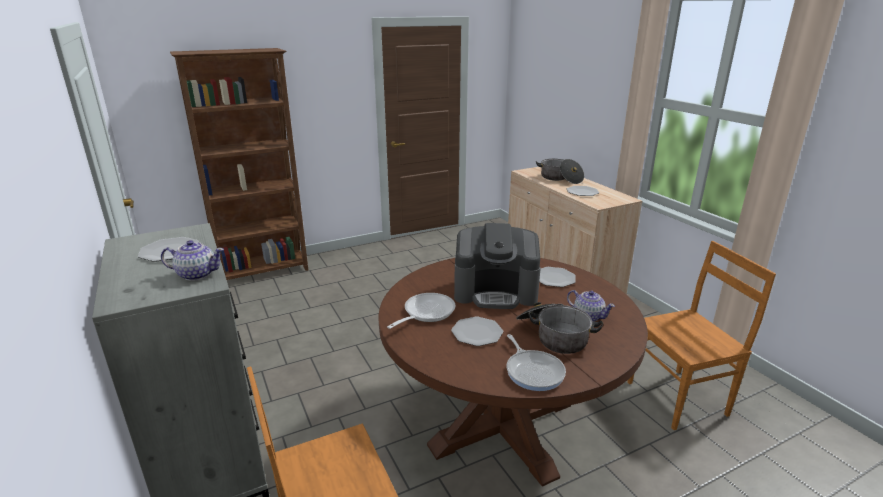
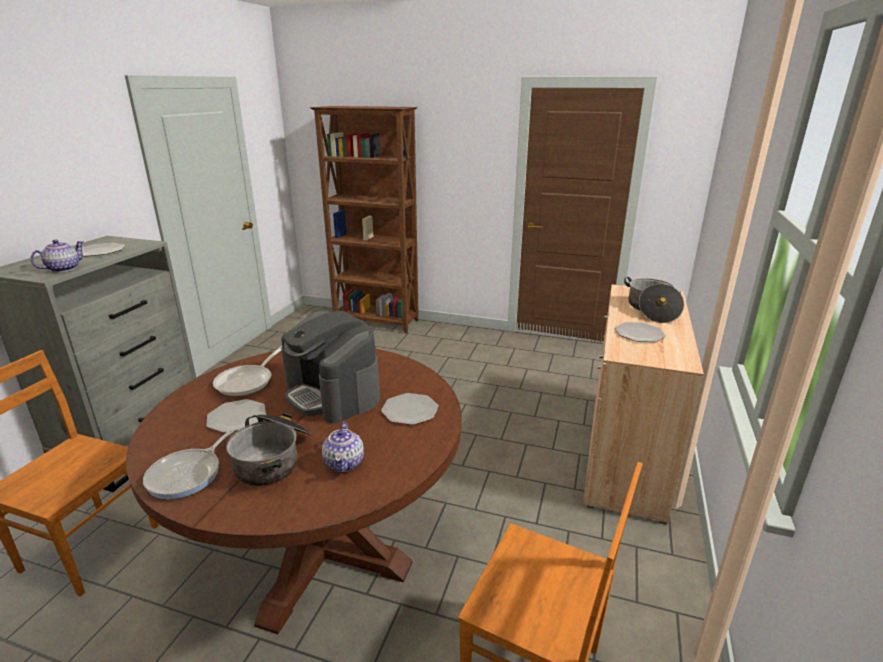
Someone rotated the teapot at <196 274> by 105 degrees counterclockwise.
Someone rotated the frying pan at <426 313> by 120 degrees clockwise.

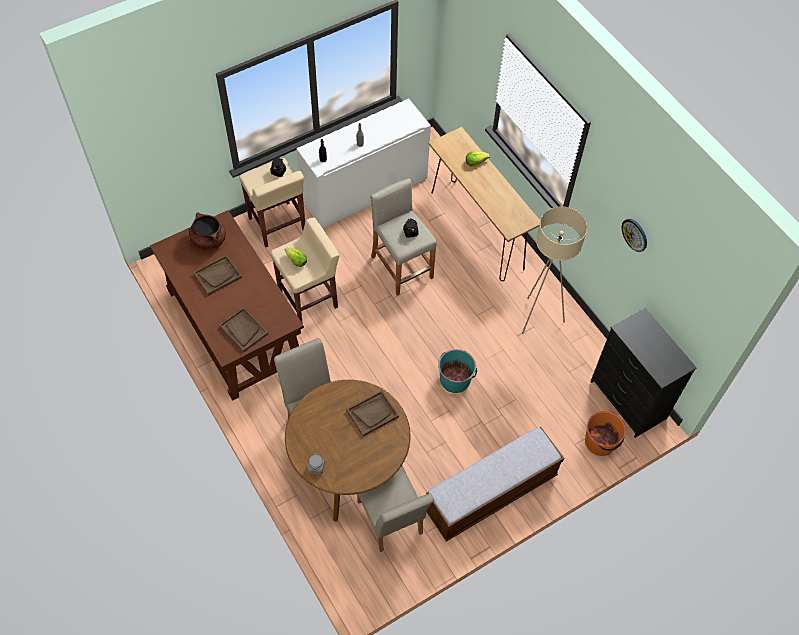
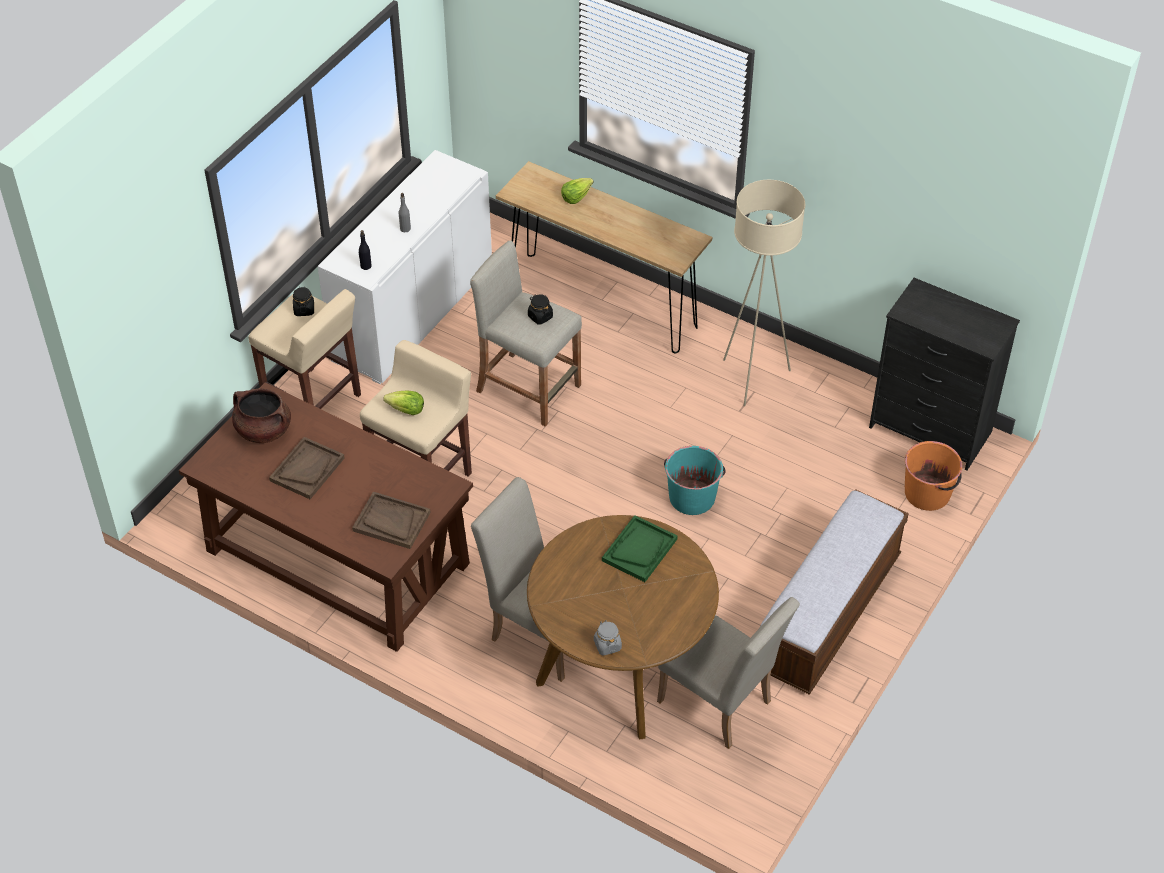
Someone took away the wall clock at <635 234>.
Someone repainted the brown tray at <372 413>, which became the green tray at <639 550>.

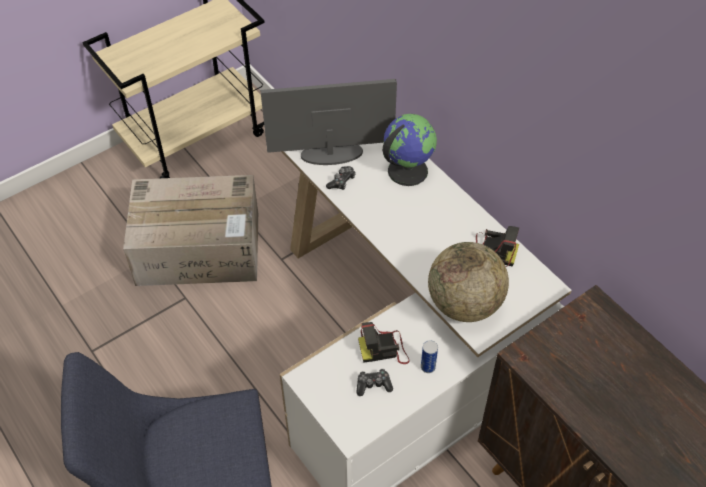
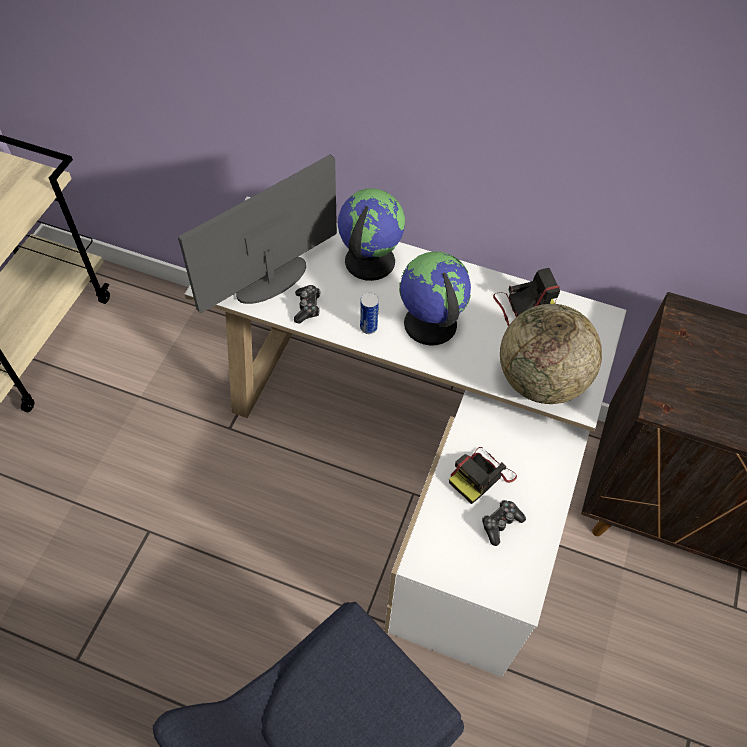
Someone took away the cardboard box at <200 248>.
Someone carried the can from <428 367> to <368 327>.
Someone put down the globe at <429 324>.

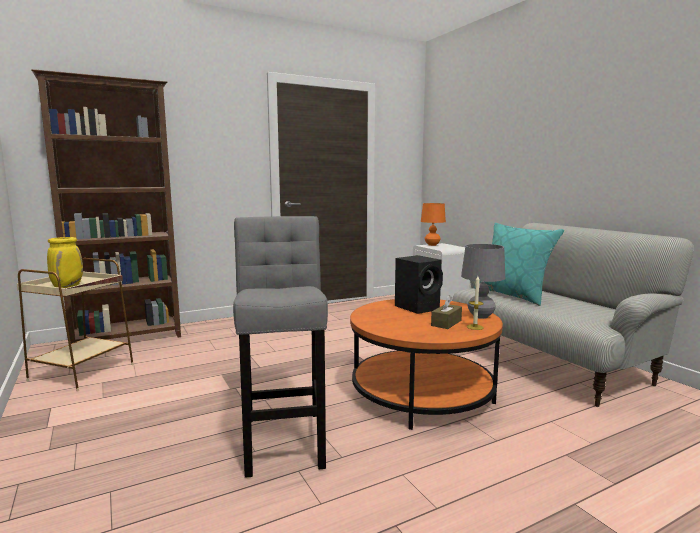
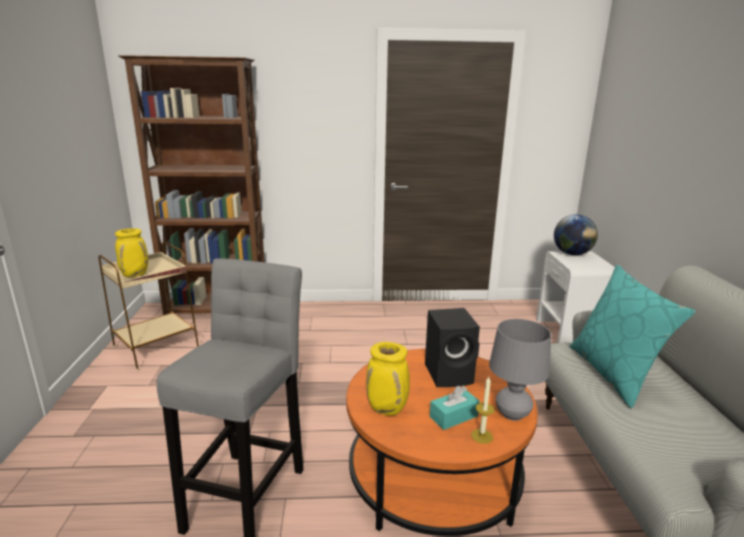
Someone swapped the orange table lamp at <432 245> for the globe at <572 254>.
Someone repainted the brown tissue box at <446 323>, which became the turquoise tissue box at <453 416>.
Someone put down the yellow vase at <388 409>.

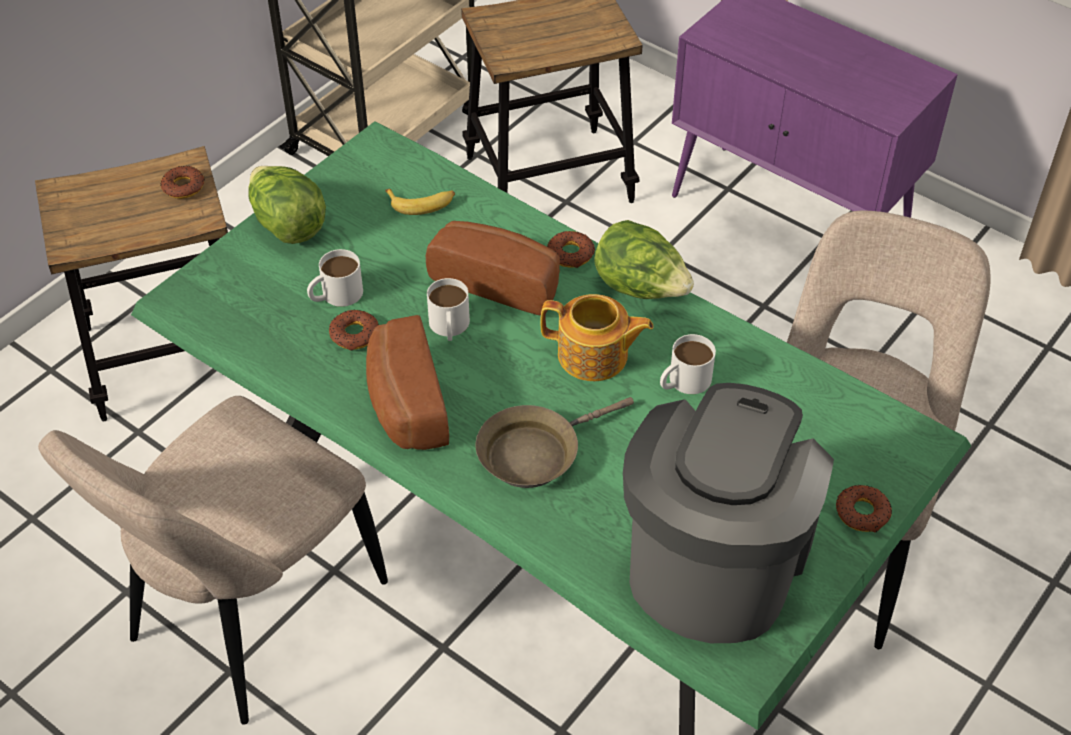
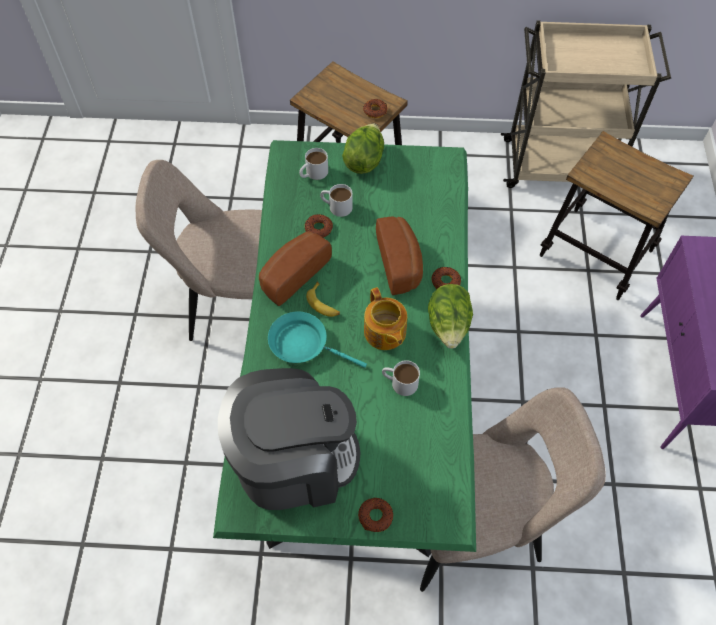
Someone carried the banana from <422 203> to <324 304>.
Someone carried the white mug from <449 327> to <313 173>.
Someone repainted the brown frying pan at <535 452>, which became the turquoise frying pan at <303 344>.

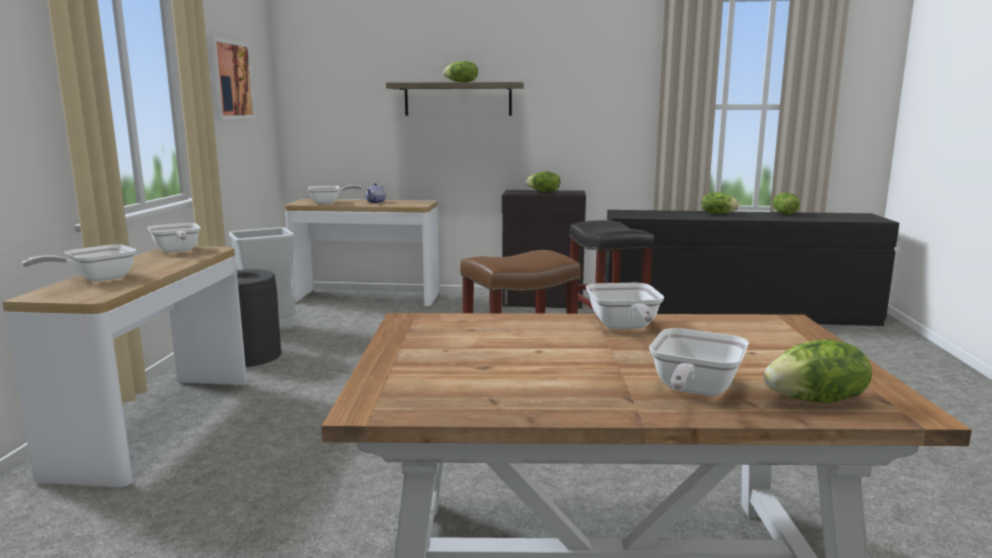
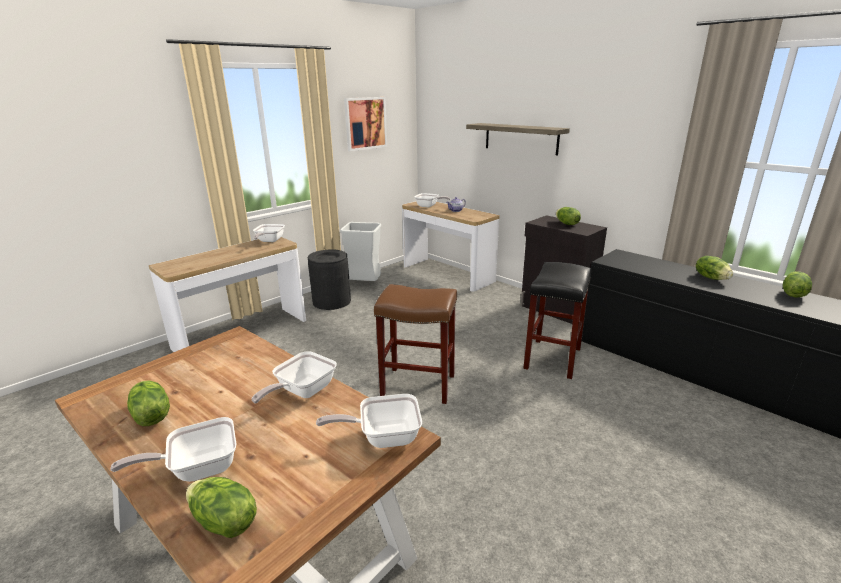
Someone carried the lettuce from <461 82> to <151 416>.
Someone carried the frying pan from <96 279> to <383 437>.

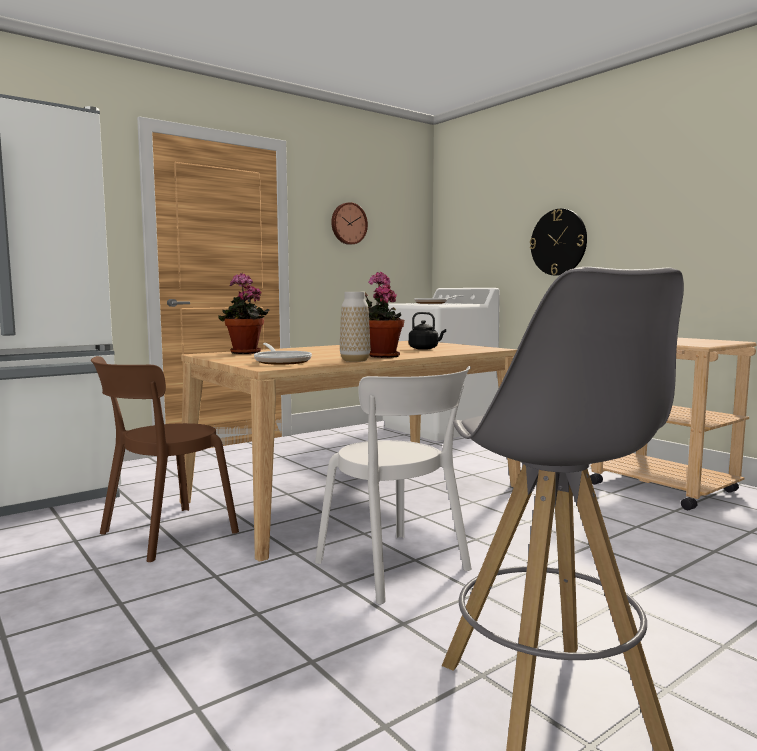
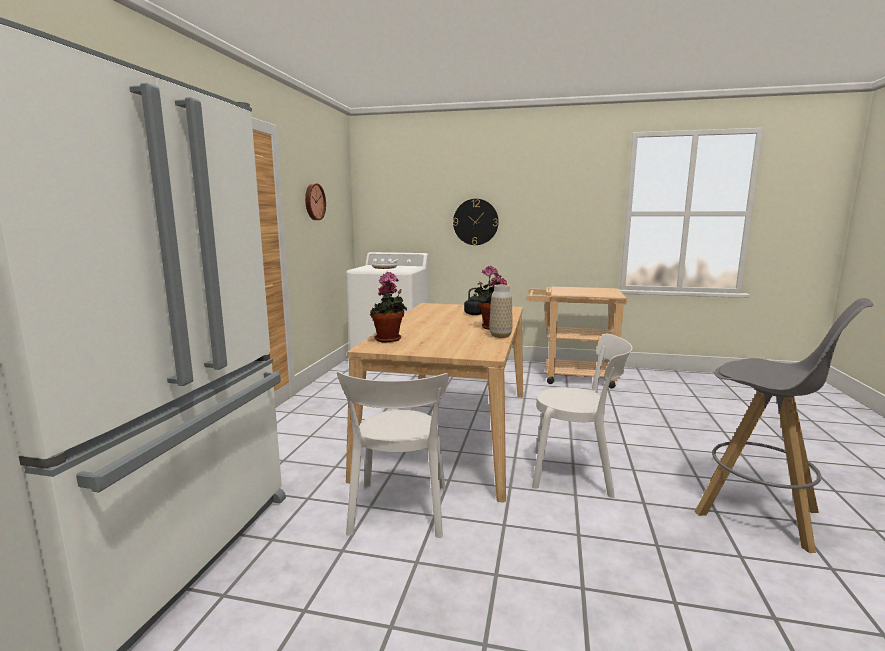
Someone took away the frying pan at <281 361>.
Someone repainted the brown chair at <163 534>, which became the white chair at <399 513>.

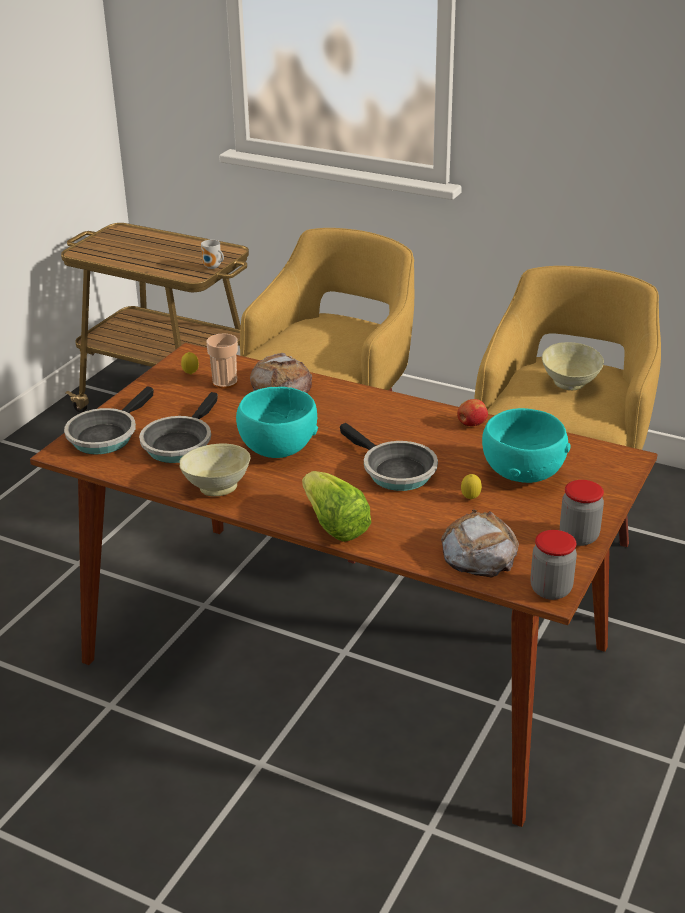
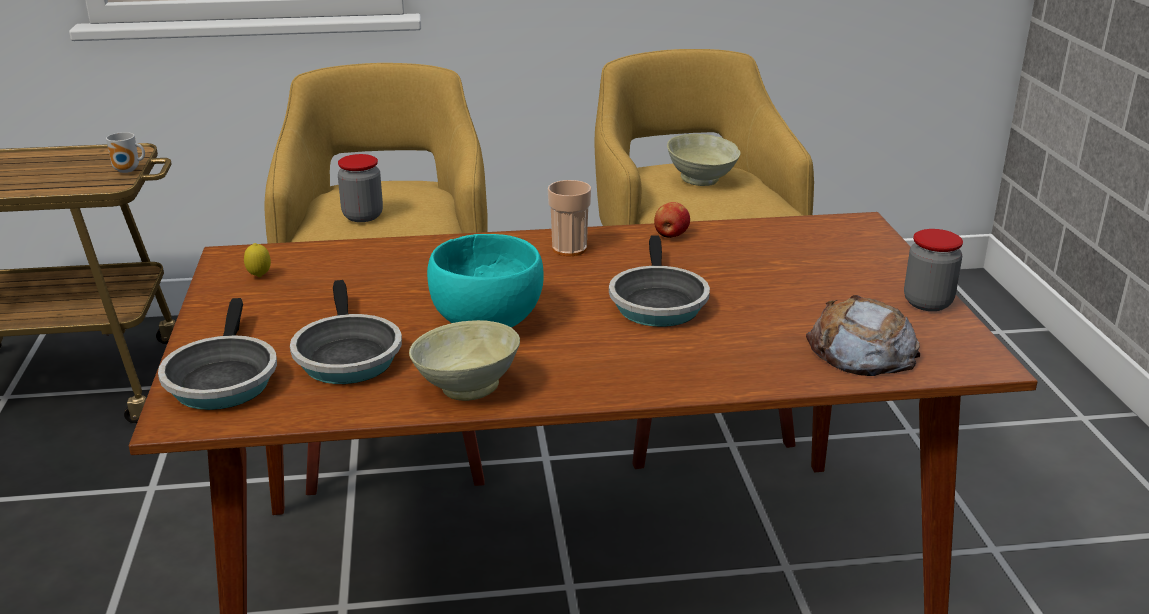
Someone carried the cup from <225 382> to <569 249>.
Someone took away the bread at <281 386>.
Someone took away the turquoise bowl at <522 472>.
Someone rotated the frying pan at <394 471> by 75 degrees clockwise.
Someone took away the lettuce at <334 525>.
Someone took away the lemon at <470 499>.
Someone carried the jar from <551 589> to <362 216>.

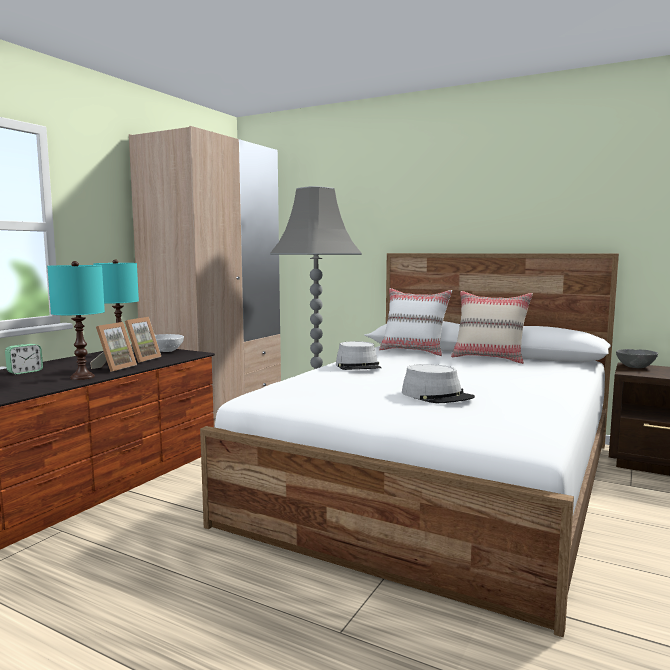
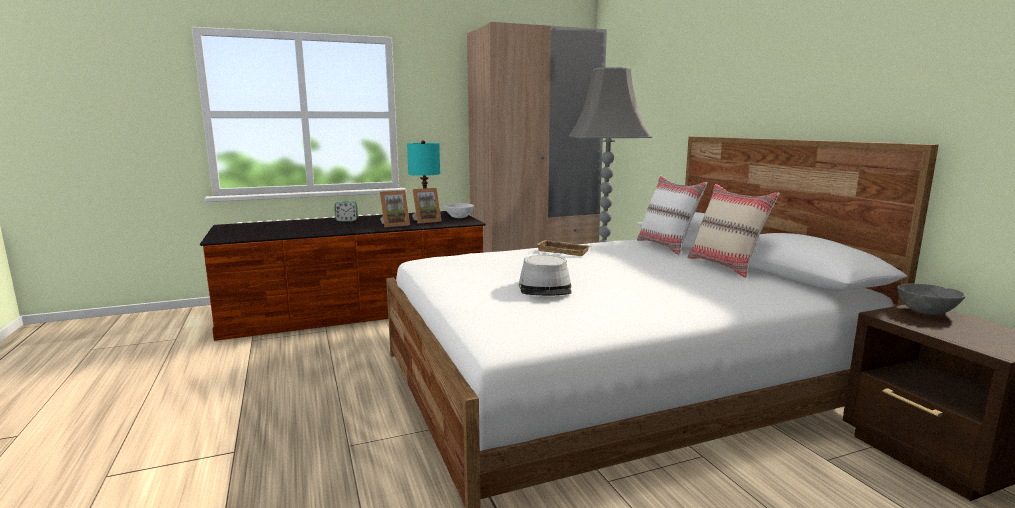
Someone took away the turquoise table lamp at <82 377>.
Someone swapped the grey hat at <358 366> for the beige tray at <564 251>.

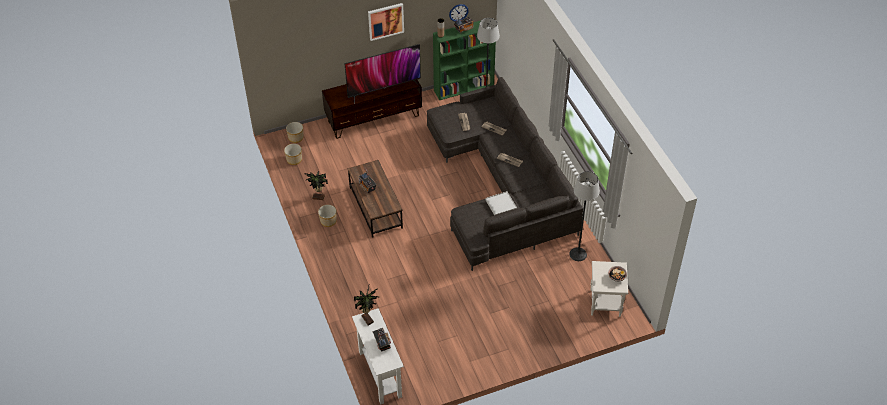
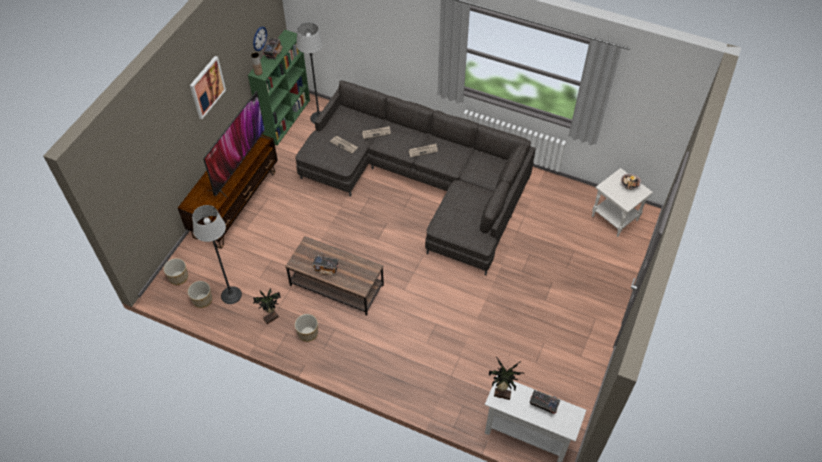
Someone carried the floor lamp from <578 254> to <231 295>.
Someone took away the white tray at <501 205>.

